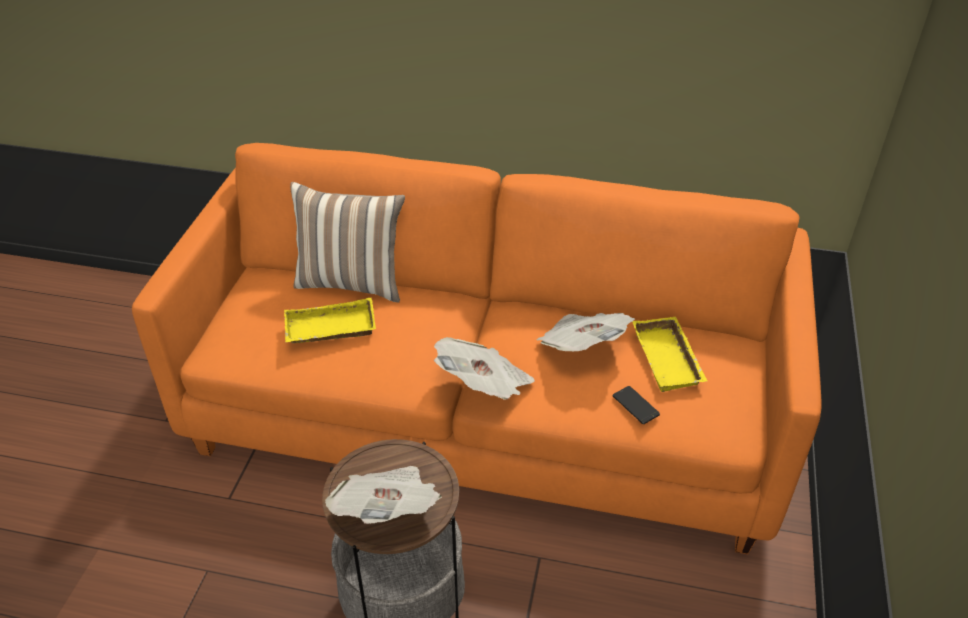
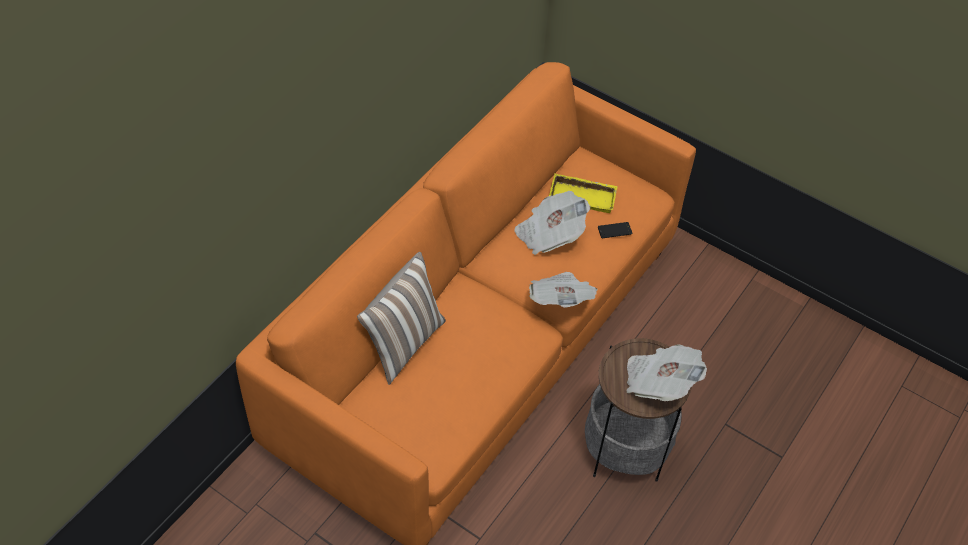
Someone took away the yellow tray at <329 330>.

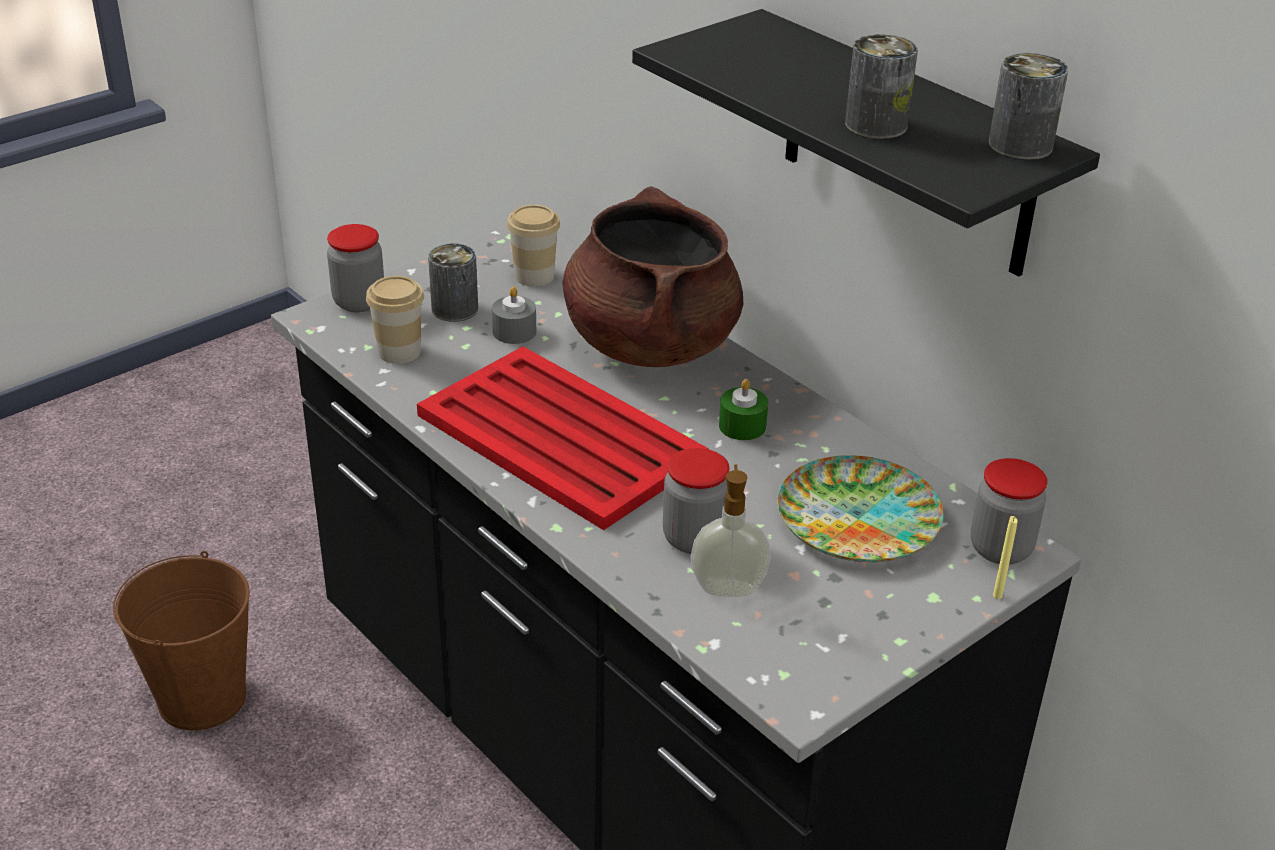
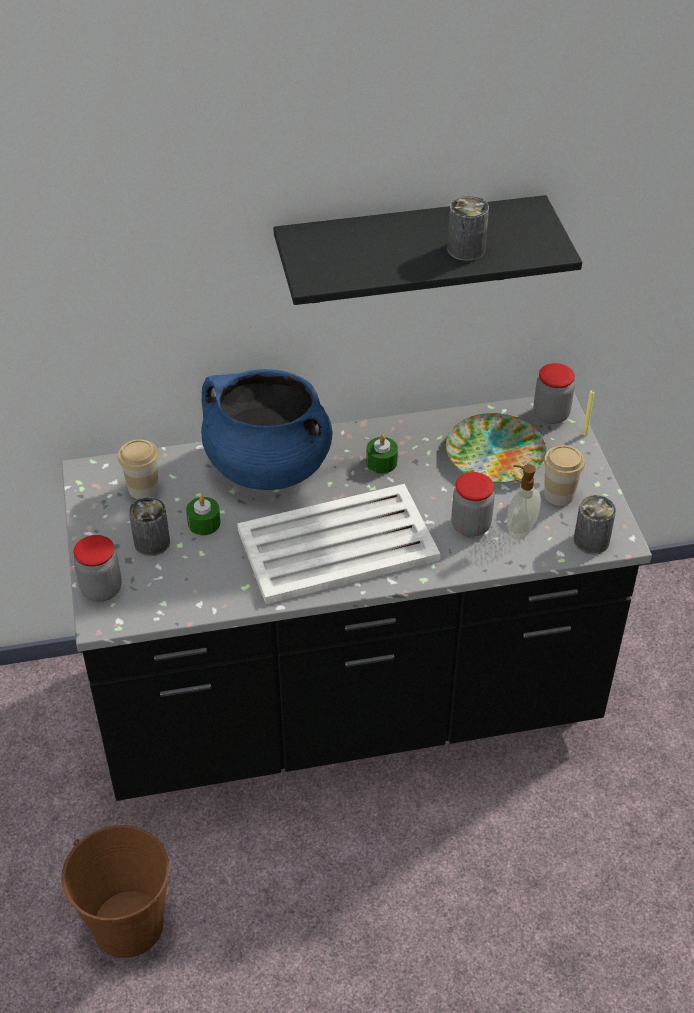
Someone carried the can from <1020 145> to <591 541>.
Someone repainted the brown cooking pot at <650 343>, which became the blue cooking pot at <267 466>.
Someone carried the cup from <399 352> to <559 494>.
Someone repainted the grey candle at <514 332>, which became the green candle at <204 523>.
Someone repainted the red tray at <561 439>, which became the white tray at <339 545>.

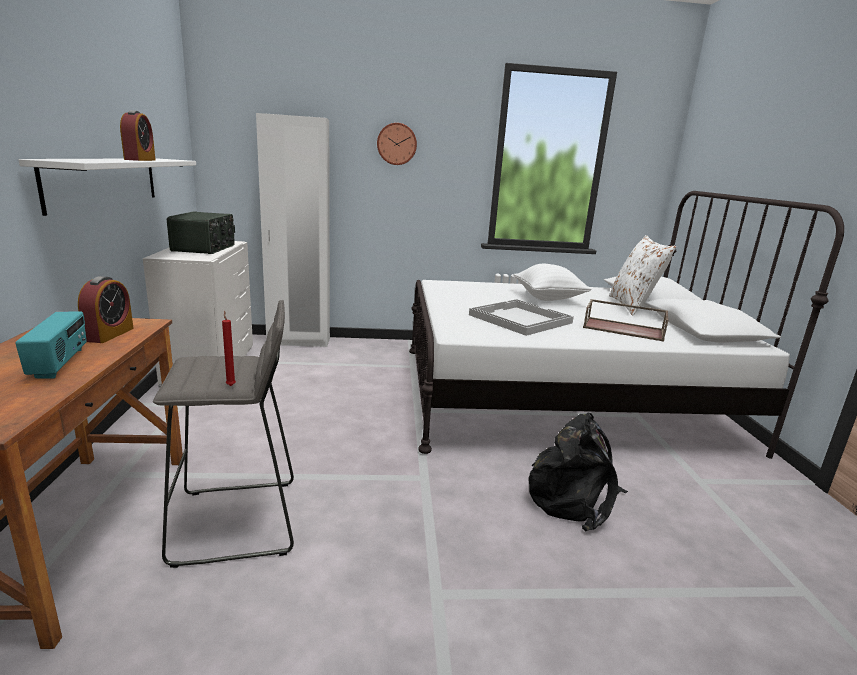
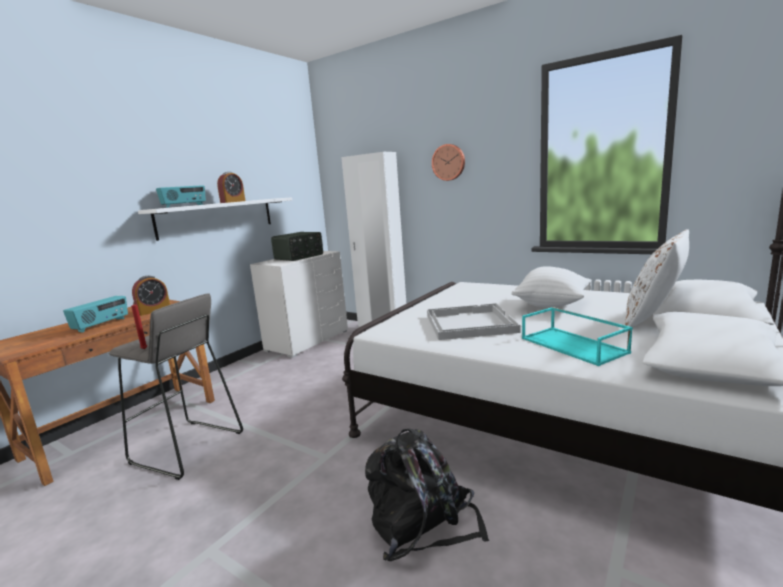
Someone repainted the brown tray at <624 329>, which became the turquoise tray at <574 345>.
Someone put down the radio at <184 206>.

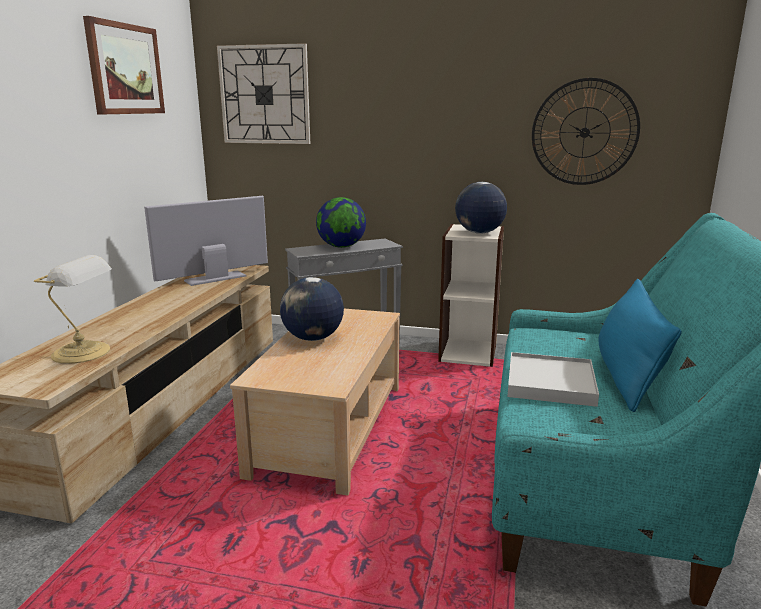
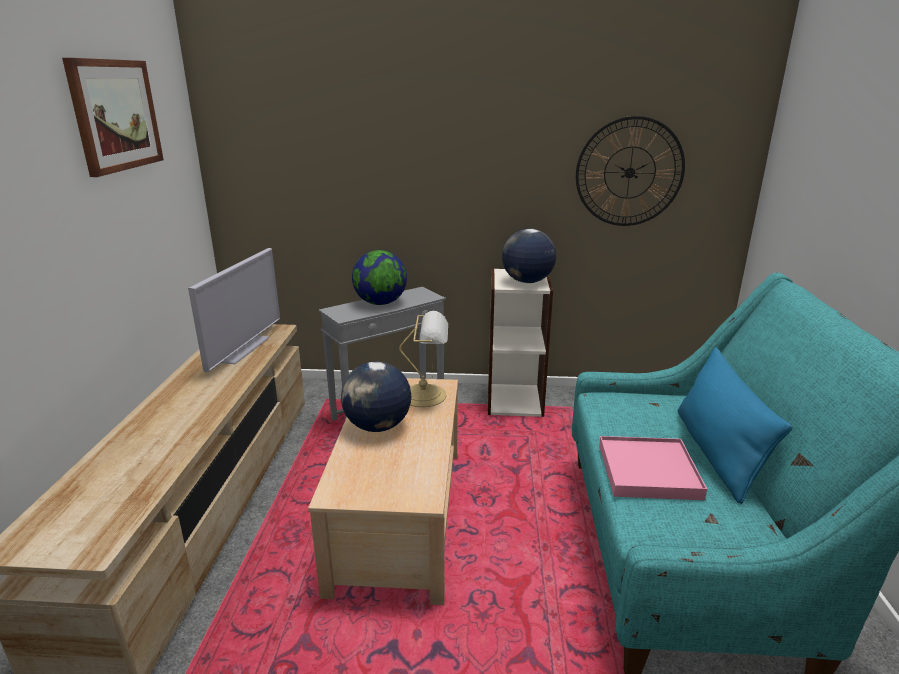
Someone took away the wall clock at <264 95>.
Someone rotated the television at <215 278> by 150 degrees clockwise.
Someone carried the table lamp from <84 352> to <426 395>.
Someone repainted the white tray at <550 383>, which became the pink tray at <648 471>.

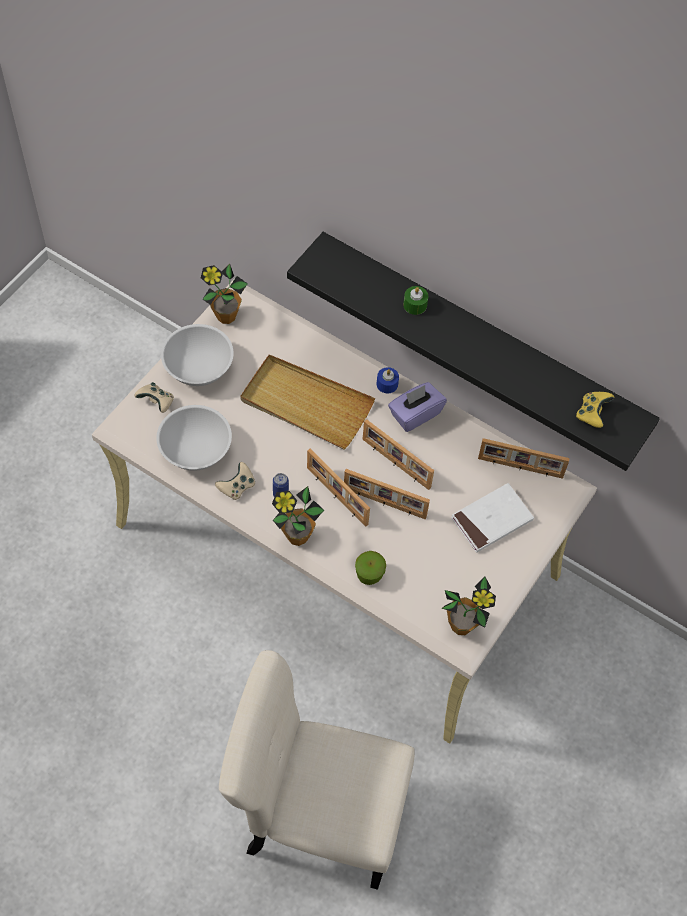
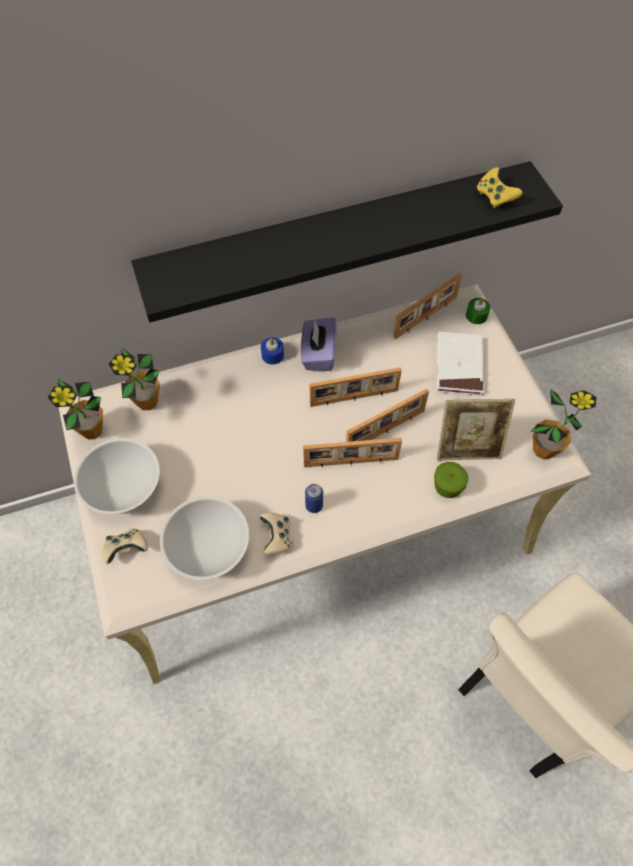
Someone carried the green candle from <415 305> to <476 315>.
Someone took away the beige tray at <306 404>.
Someone carried the potted plant from <297 536> to <147 402>.
Someone put down the picture frame at <467 448>.

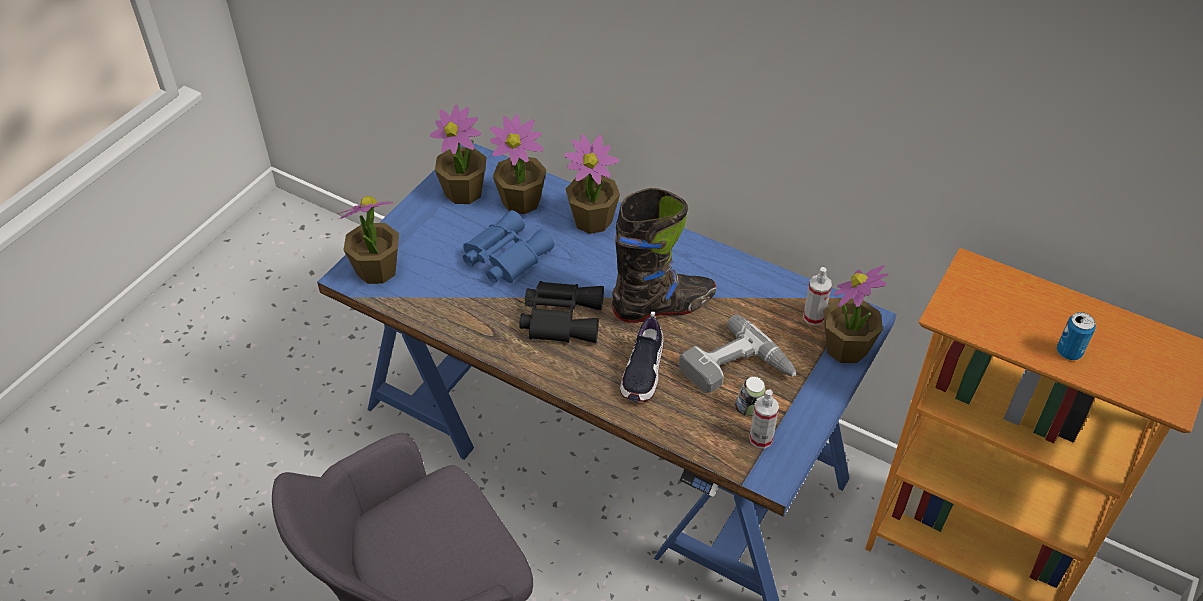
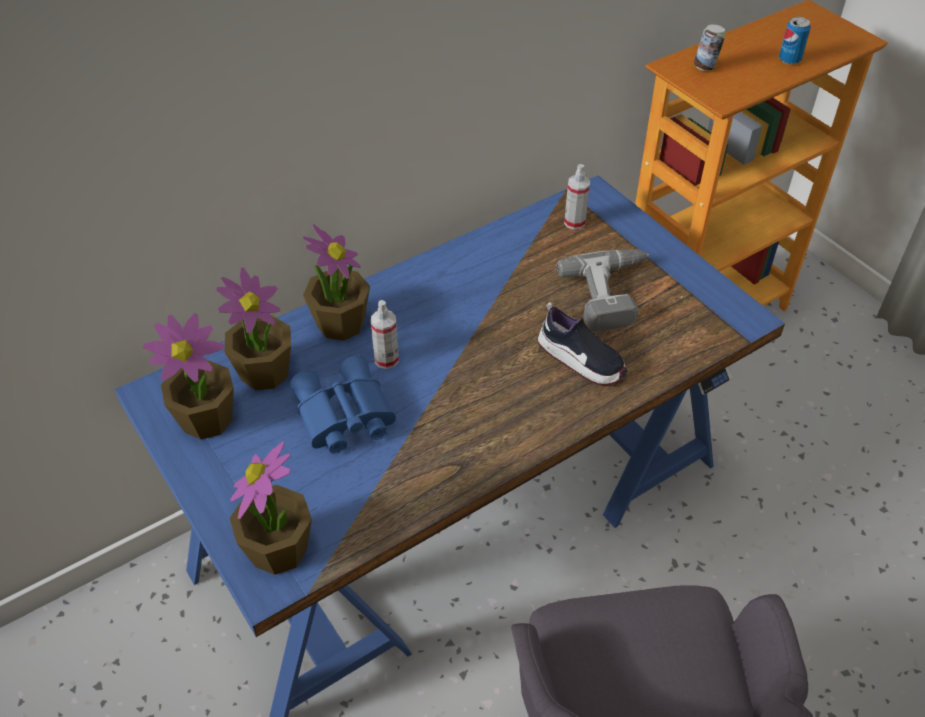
Someone took away the black boot at <663 306>.
Someone took away the potted plant at <846 348>.
Someone took away the black binoculars at <561 317>.
Someone carried the can from <748 409> to <705 67>.
Someone carried the spray bottle from <761 439> to <386 359>.

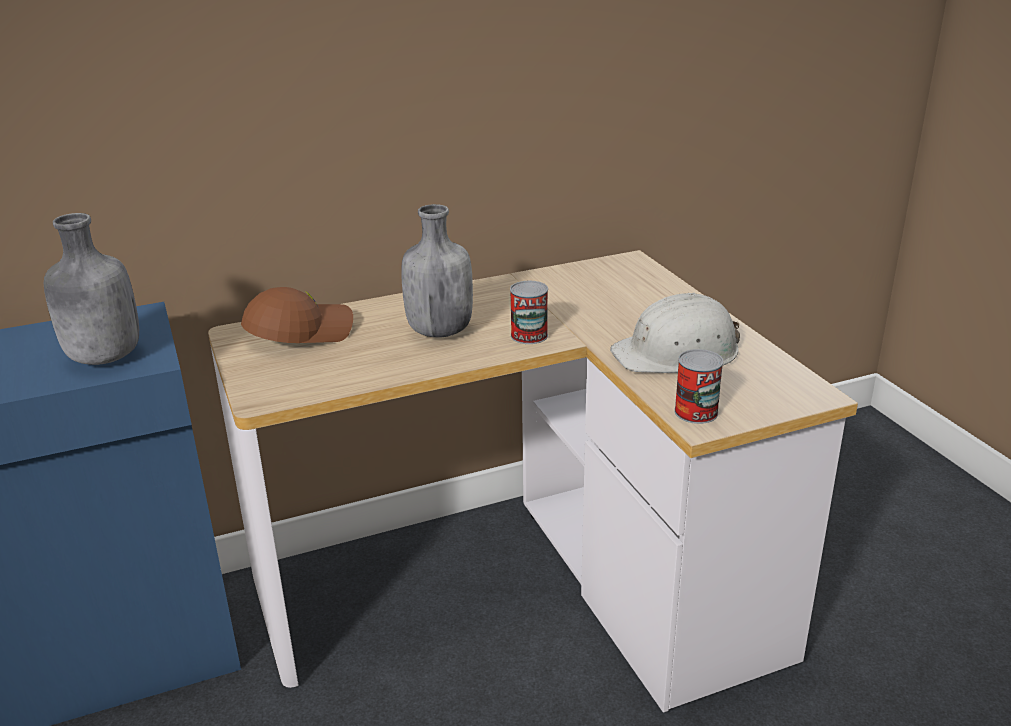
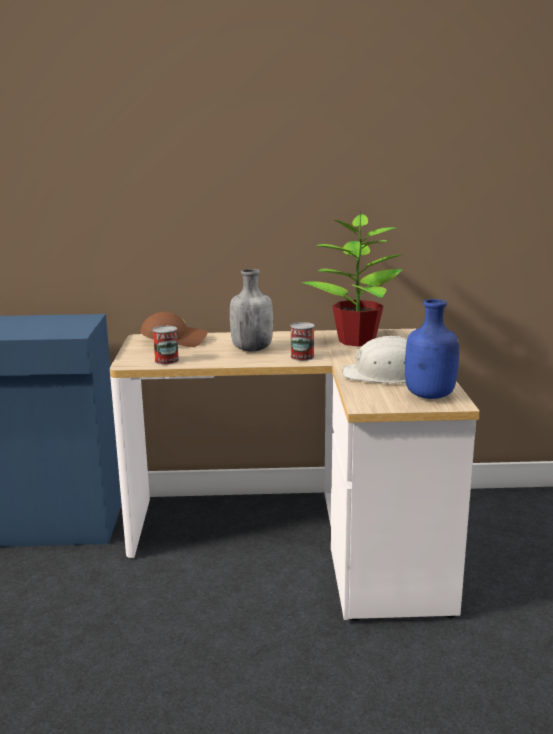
Someone took away the grey bottle at <103 358>.
Someone carried the can from <696 412> to <166 361>.
Someone put down the potted plant at <356 341>.
Someone put down the blue bottle at <430 396>.

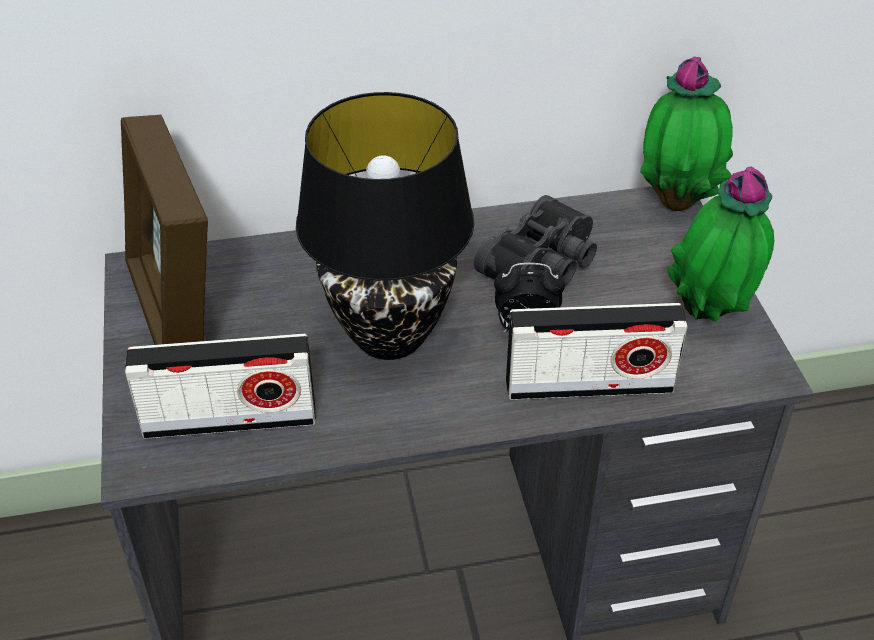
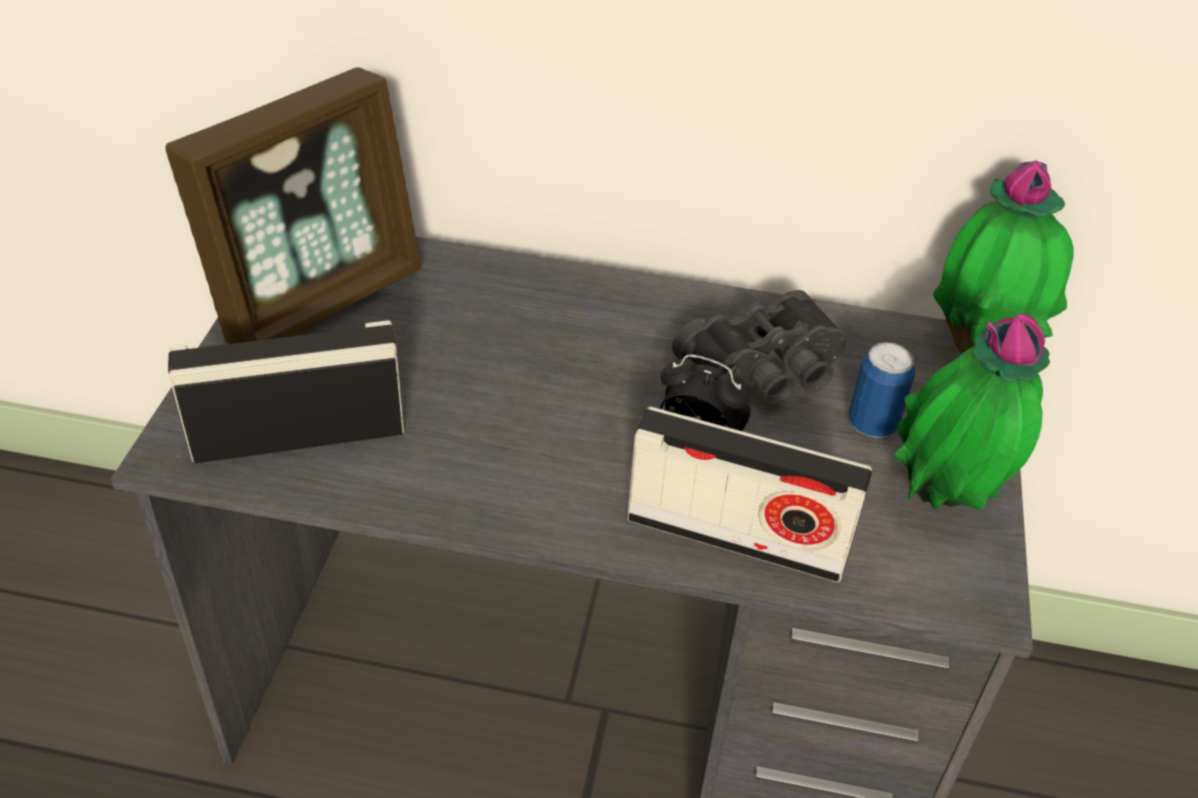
Someone took away the black table lamp at <387 337>.
Someone rotated the picture frame at <177 311> by 135 degrees counterclockwise.
Someone rotated the radio at <230 419> by 150 degrees clockwise.
Someone put down the can at <872 424>.

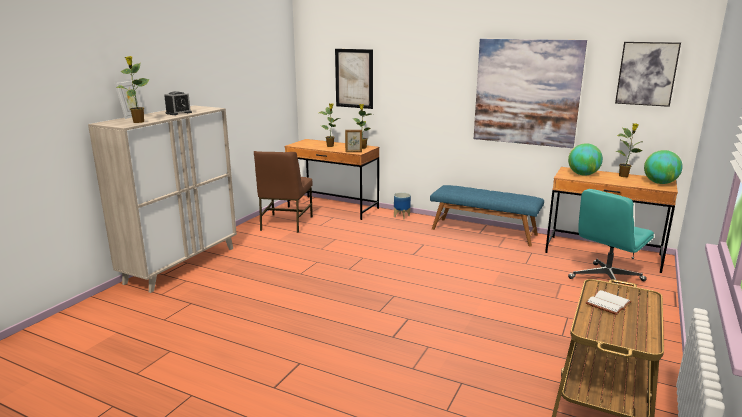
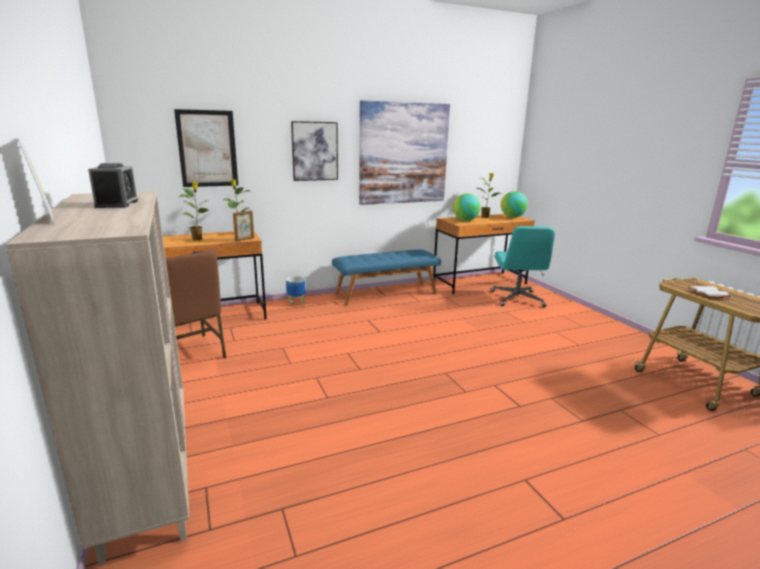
Someone carried the picture from <646 73> to <315 151>.
Someone took away the potted plant at <138 122>.

